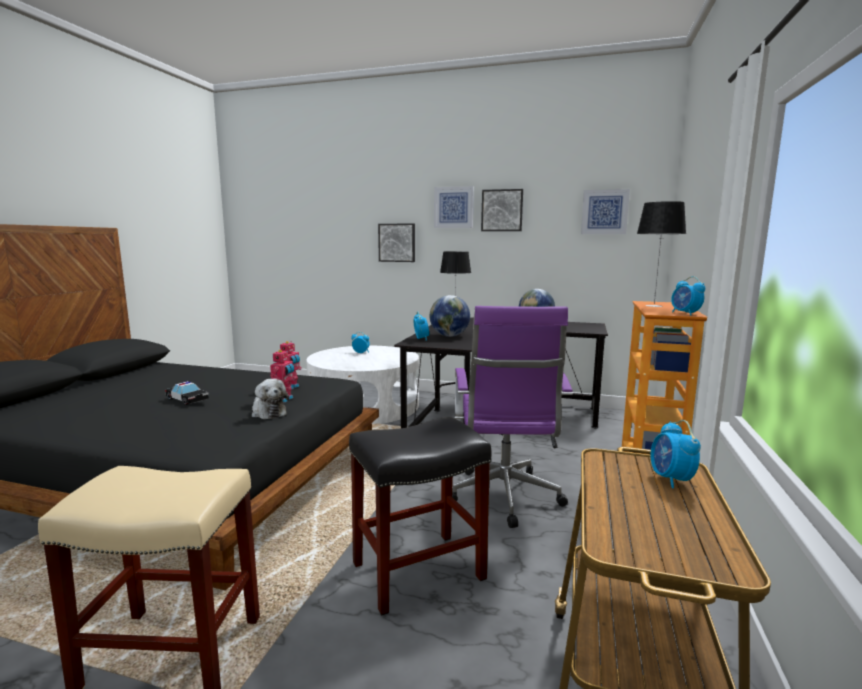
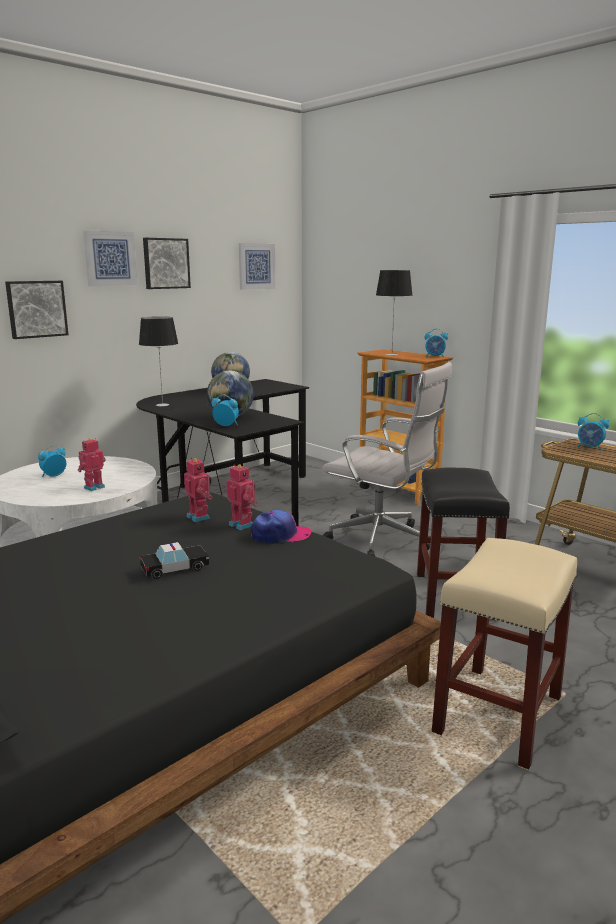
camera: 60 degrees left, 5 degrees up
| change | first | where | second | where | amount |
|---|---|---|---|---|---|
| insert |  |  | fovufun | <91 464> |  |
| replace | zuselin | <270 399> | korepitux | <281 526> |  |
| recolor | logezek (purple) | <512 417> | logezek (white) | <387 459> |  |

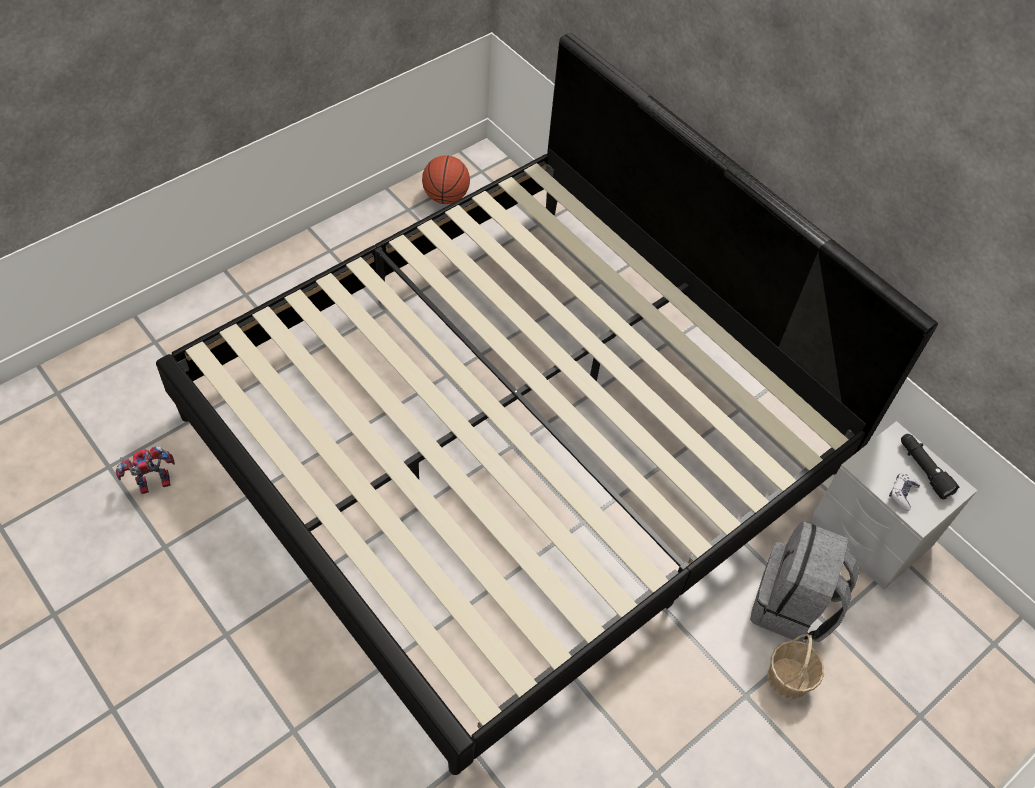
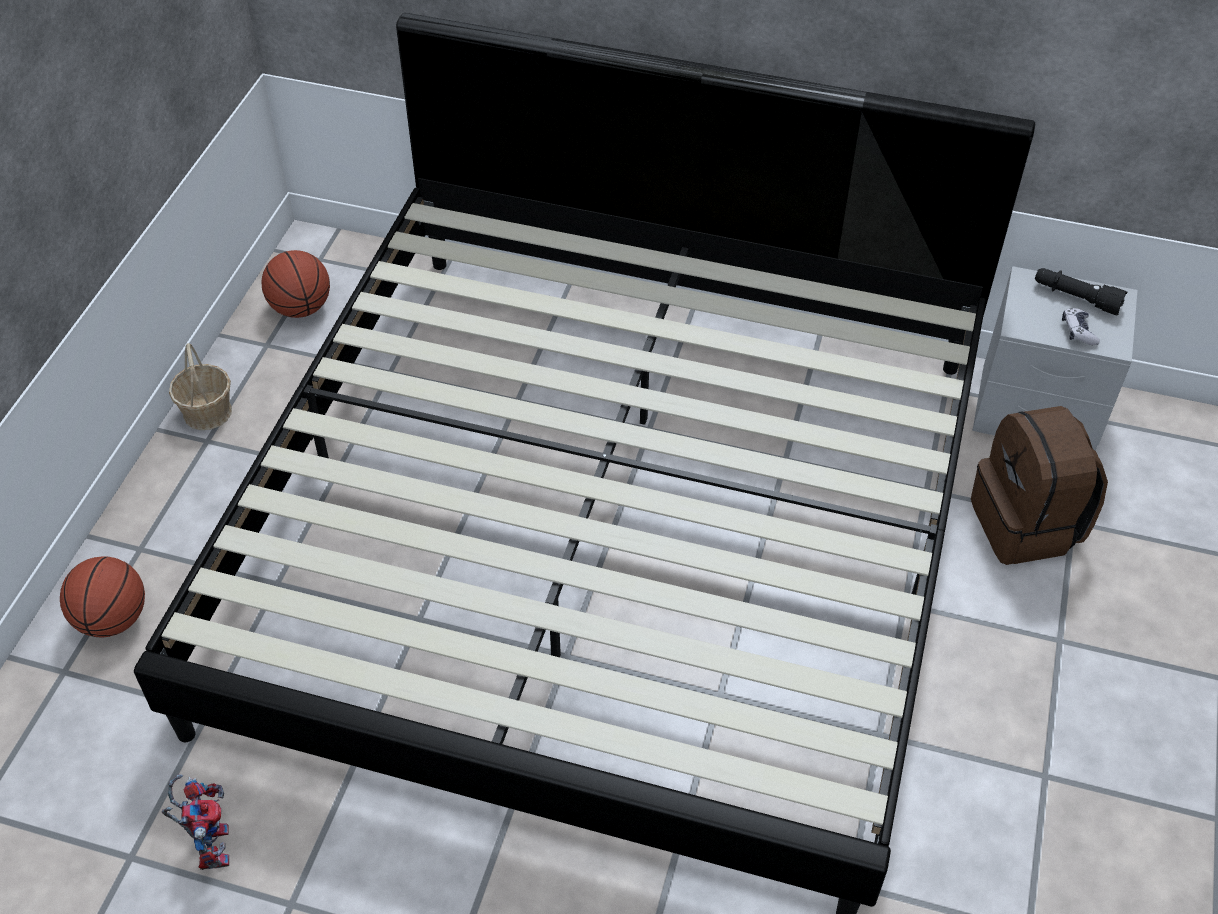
camera: 30 degrees left, 5 degrees down
| change | first | where | second | where | amount |
|---|---|---|---|---|---|
| insert |  |  | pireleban | <102 596> |  |
| rotate | fovufun | <145 470> |  | <195 822> | 135 degrees clockwise |
| move | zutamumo | <795 666> |  | <200 386> |  |
| recolor | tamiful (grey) | <805 581> | tamiful (brown) | <1039 485> |  |

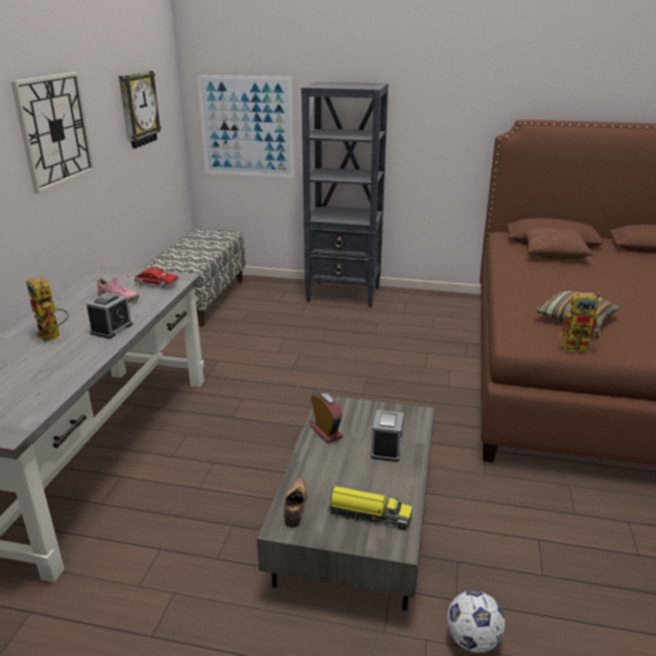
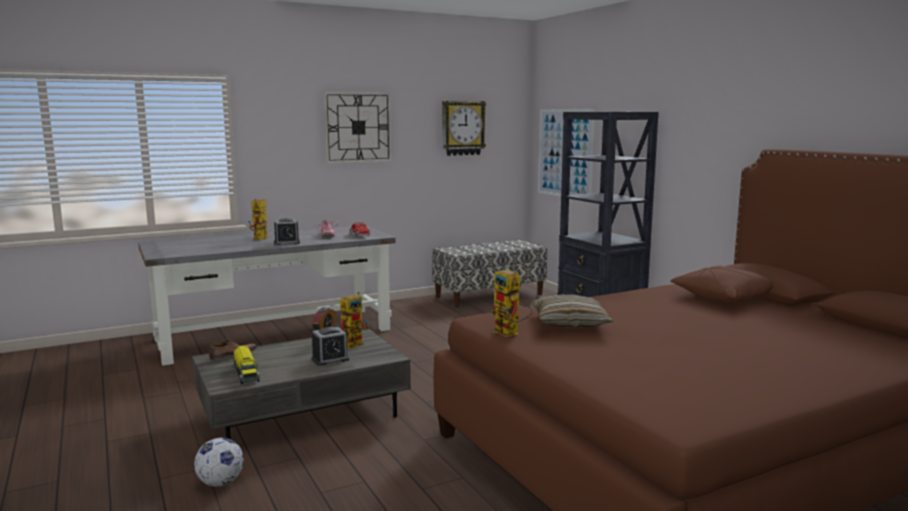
camera: 50 degrees right, 15 degrees down
| change | first | where | second | where | amount |
|---|---|---|---|---|---|
| insert |  |  | fovufun | <354 320> |  |

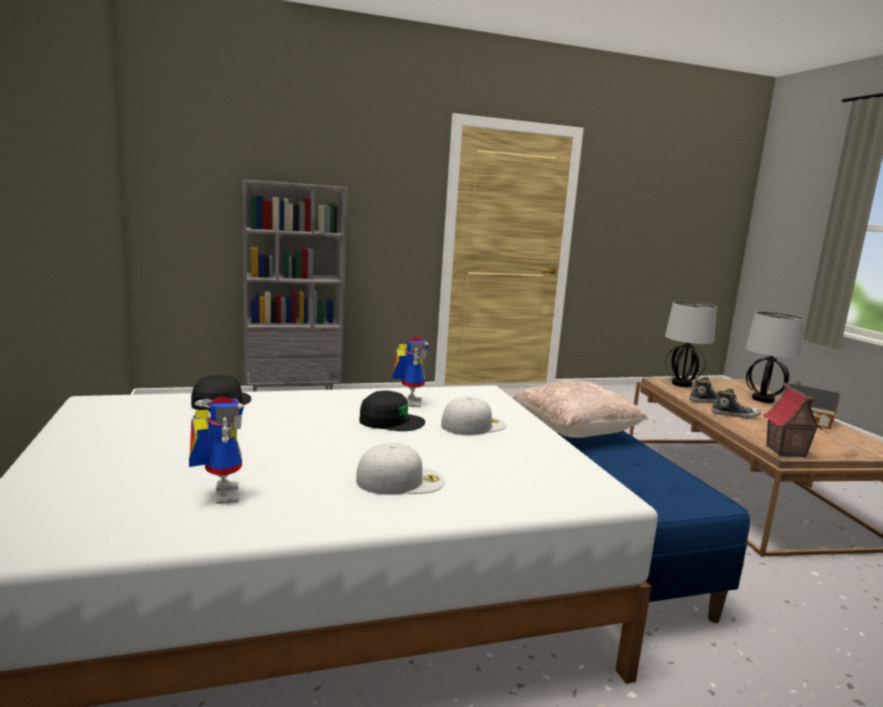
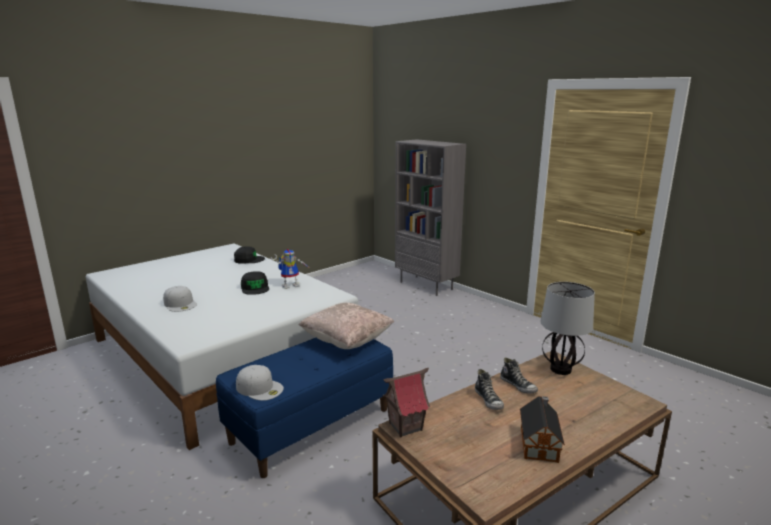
camera: 65 degrees right, 5 degrees up
| change | first | where | second | where | amount |
|---|---|---|---|---|---|
| move | korepitux (white) | <473 415> |  | <260 383> |  |
| delete | fovufun | <216 450> |  |  |  |
| delete | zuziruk | <774 357> |  |  |  |

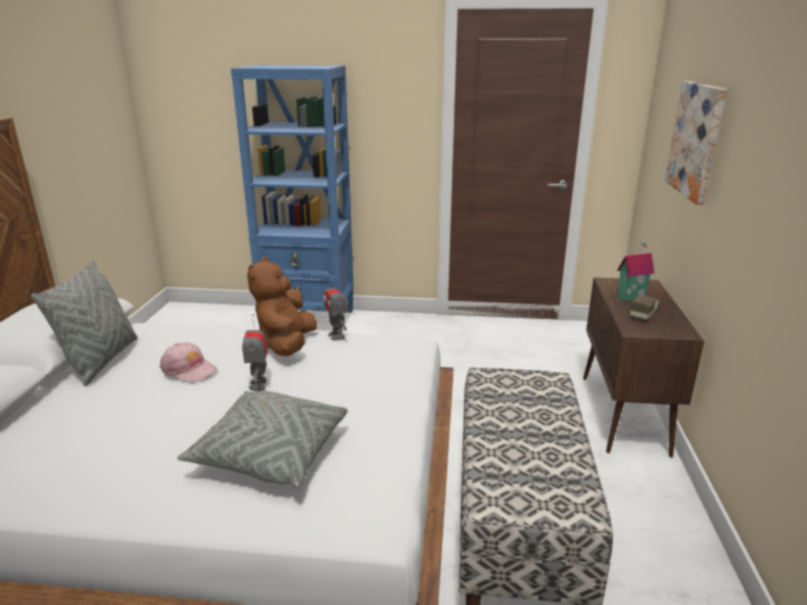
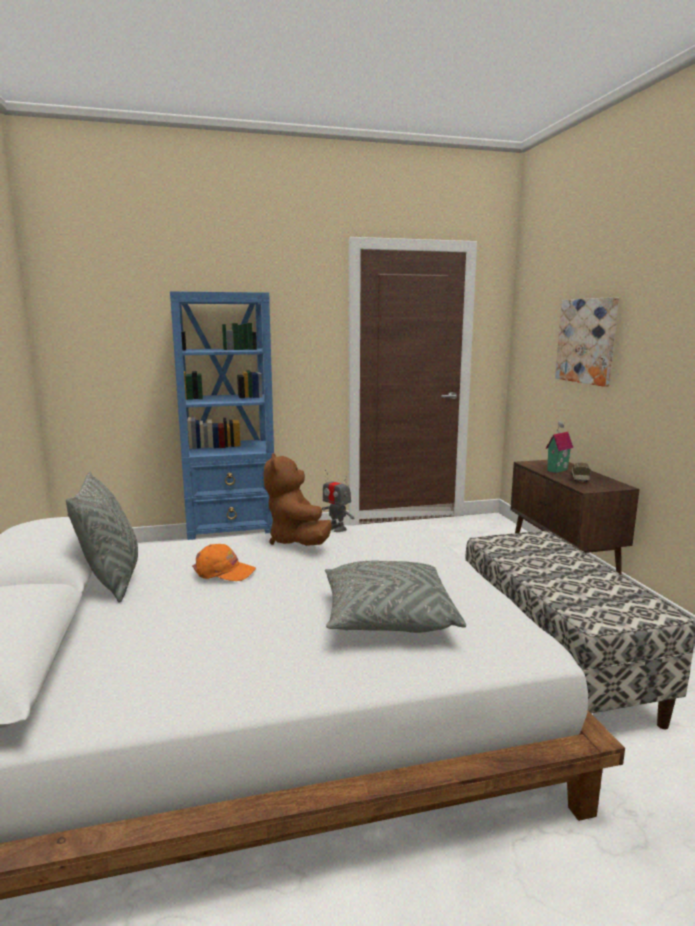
camera: 20 degrees left, 10 degrees down
| change | first | where | second | where | amount |
|---|---|---|---|---|---|
| recolor | korepitux (pink) | <189 362> | korepitux (orange) | <224 562> |  |
| delete | fovufun | <255 353> |  |  |  |

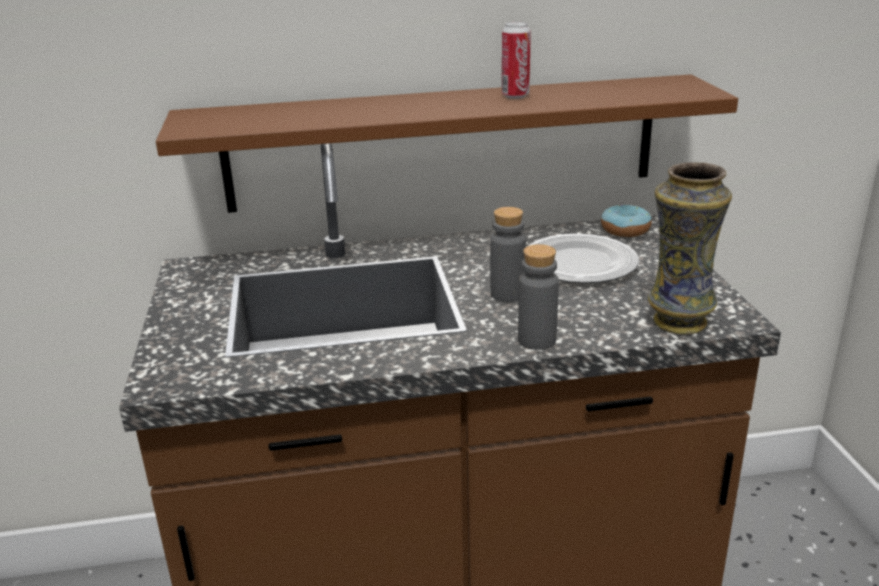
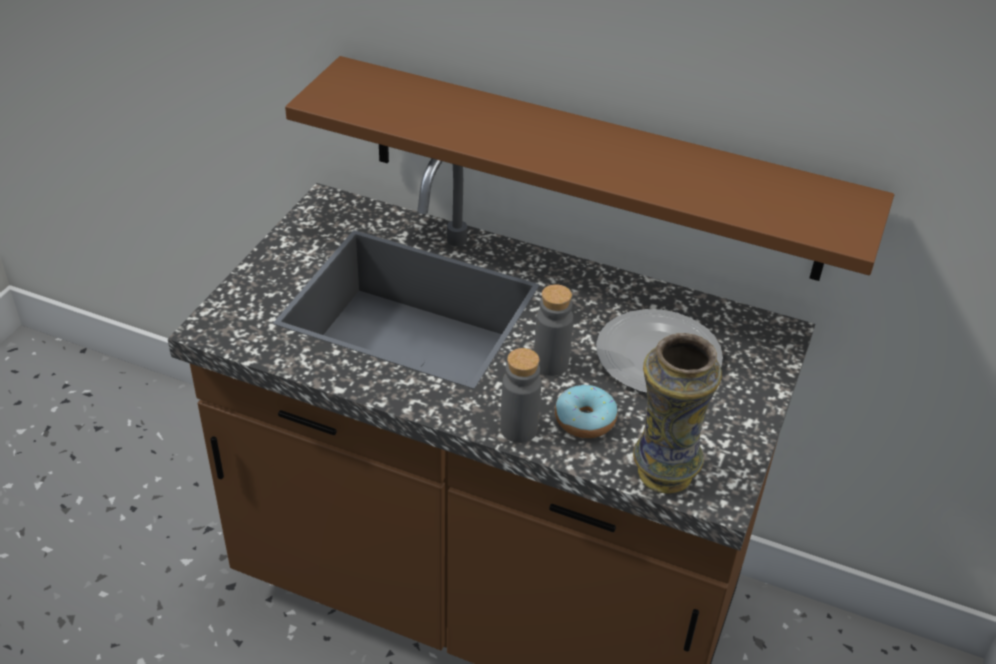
camera: 30 degrees right, 15 degrees up
| change | first | where | second | where | amount |
|---|---|---|---|---|---|
| move | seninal | <626 221> |  | <586 411> |  |
| delete | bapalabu | <516 60> |  |  |  |

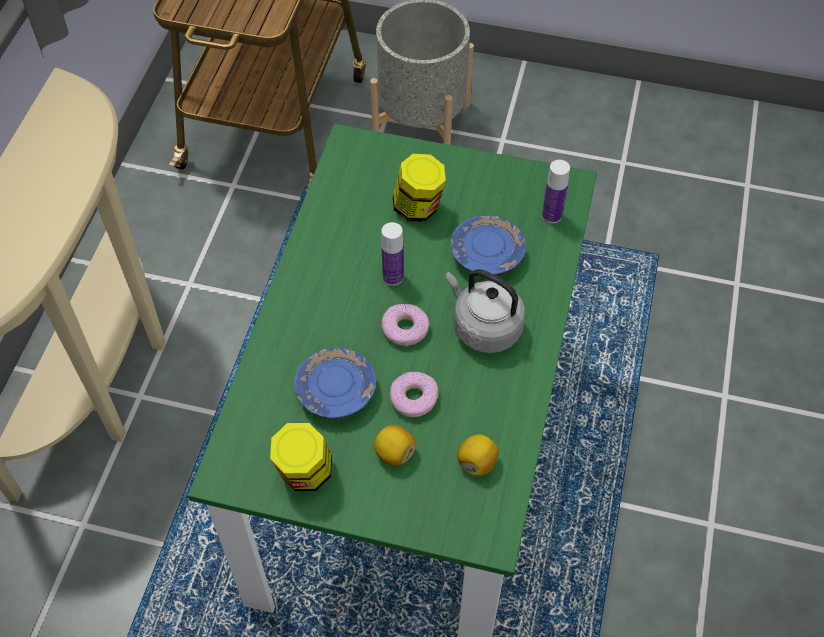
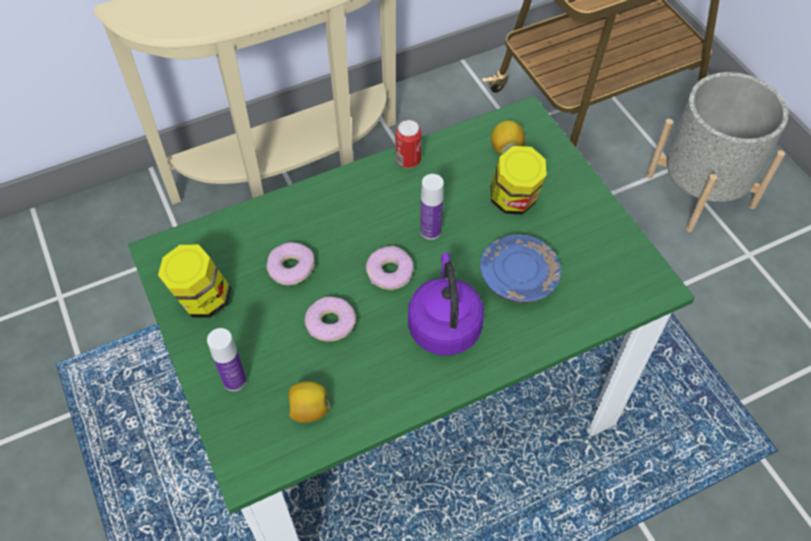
camera: 50 degrees right, 0 degrees up
| change | first | where | second | where | amount |
|---|---|---|---|---|---|
| move | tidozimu | <556 191> |  | <227 359> |  |
| replace | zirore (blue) | <335 383> | seninal | <290 264> |  |
| insert |  |  | bapalabu | <408 144> |  |
| recolor | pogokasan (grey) | <485 311> | pogokasan (purple) | <446 304> |  |
| move | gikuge | <394 445> |  | <508 137> |  |

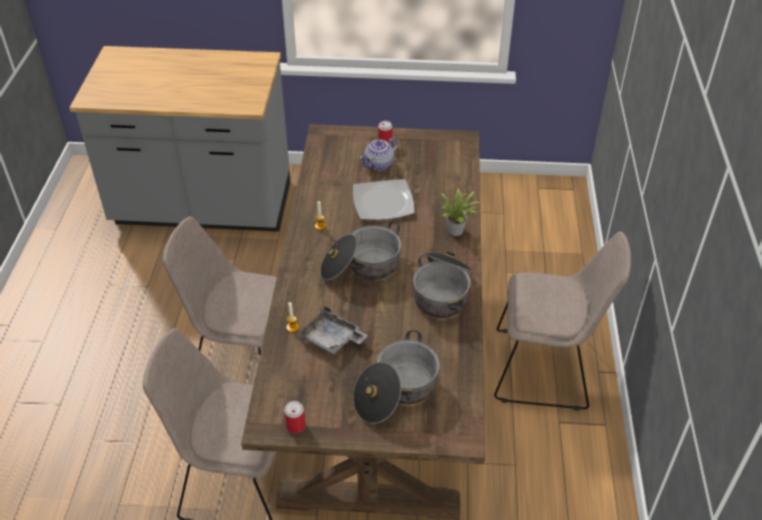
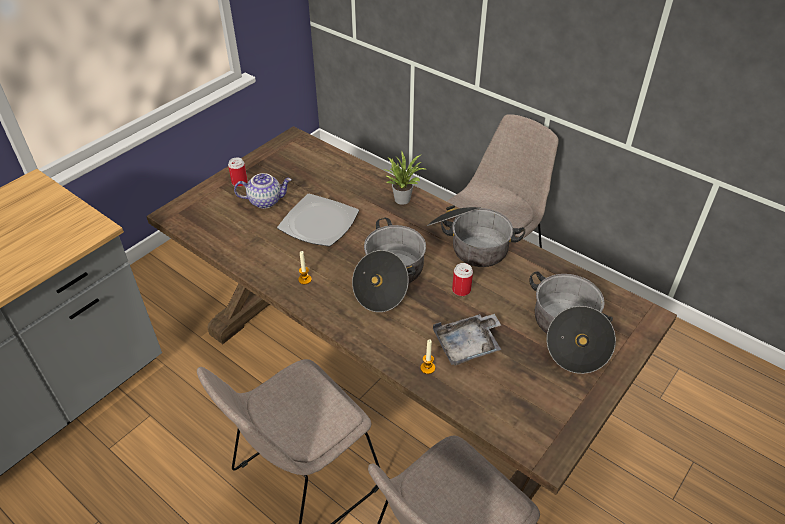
camera: 55 degrees left, 0 degrees up
| change | first | where | second | where | amount |
|---|---|---|---|---|---|
| rotate | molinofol | <379 154> |  | <263 191> | 90 degrees counterclockwise |
| move | bapalabu | <295 417> |  | <462 279> |  |

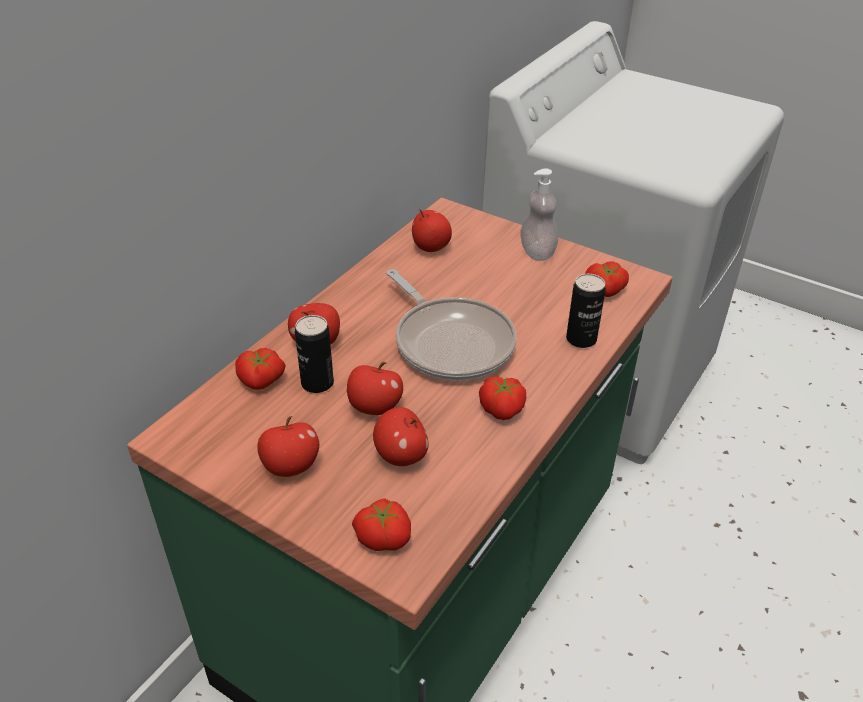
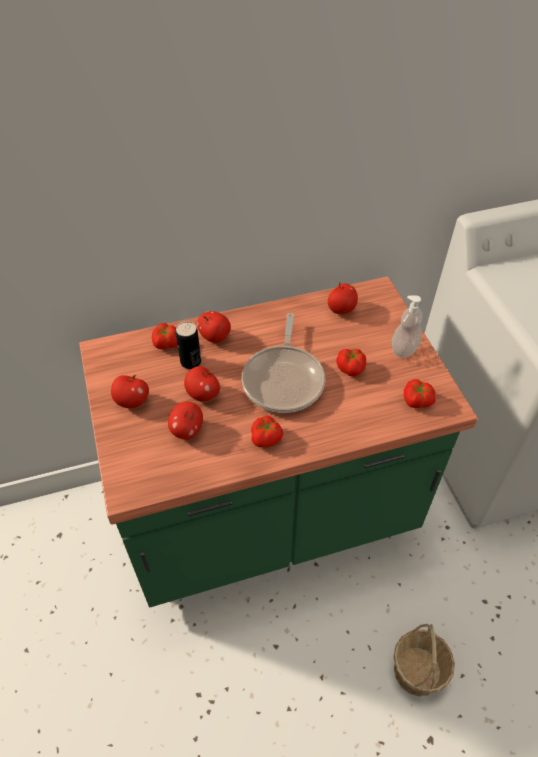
camera: 40 degrees right, 10 degrees up
| change | first | where | second | where | amount |
|---|---|---|---|---|---|
| move | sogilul | <381 524> |  | <351 362> |  |
| insert |  |  | zutamumo | <424 660> |  |
| delete | bapalabu | <586 311> |  |  |  |

